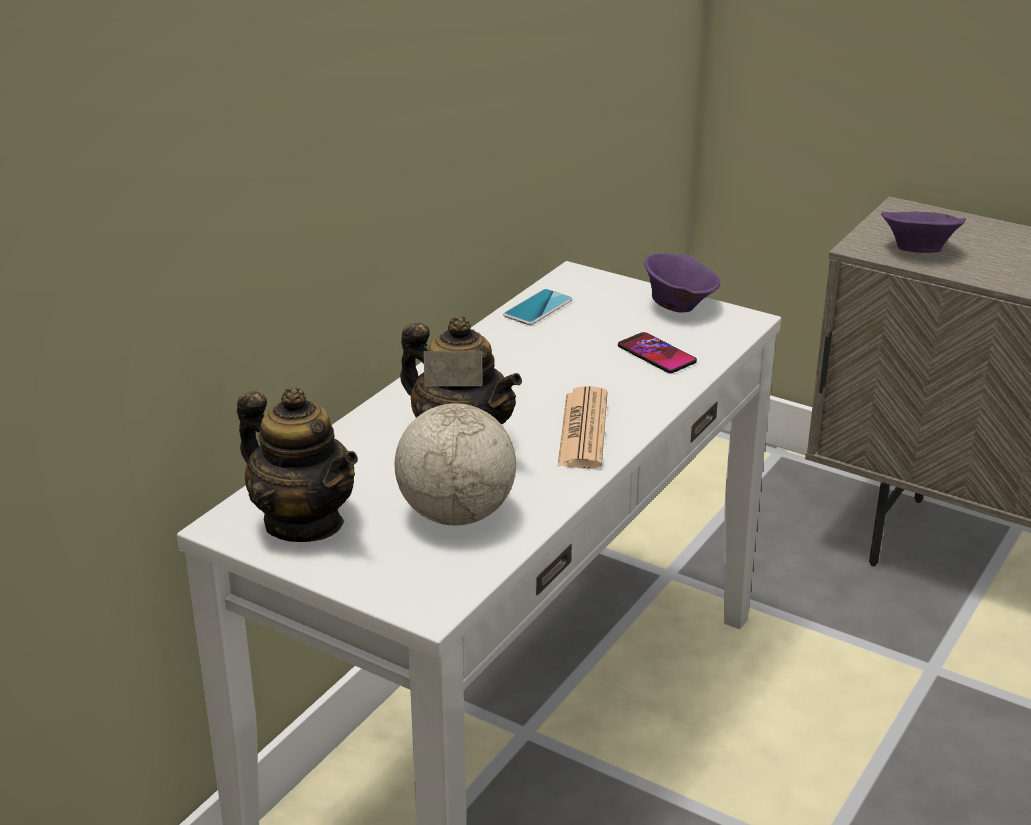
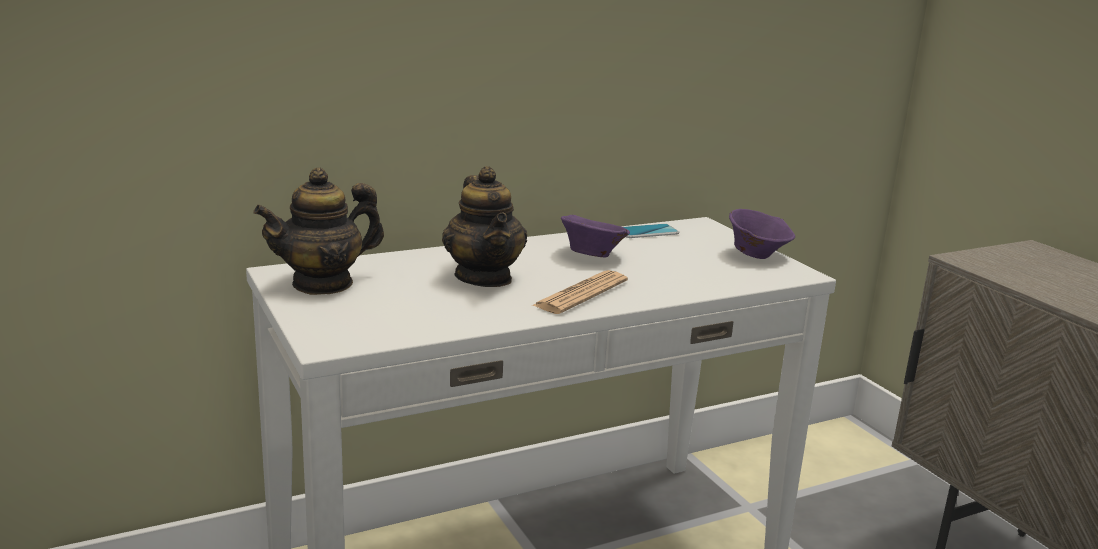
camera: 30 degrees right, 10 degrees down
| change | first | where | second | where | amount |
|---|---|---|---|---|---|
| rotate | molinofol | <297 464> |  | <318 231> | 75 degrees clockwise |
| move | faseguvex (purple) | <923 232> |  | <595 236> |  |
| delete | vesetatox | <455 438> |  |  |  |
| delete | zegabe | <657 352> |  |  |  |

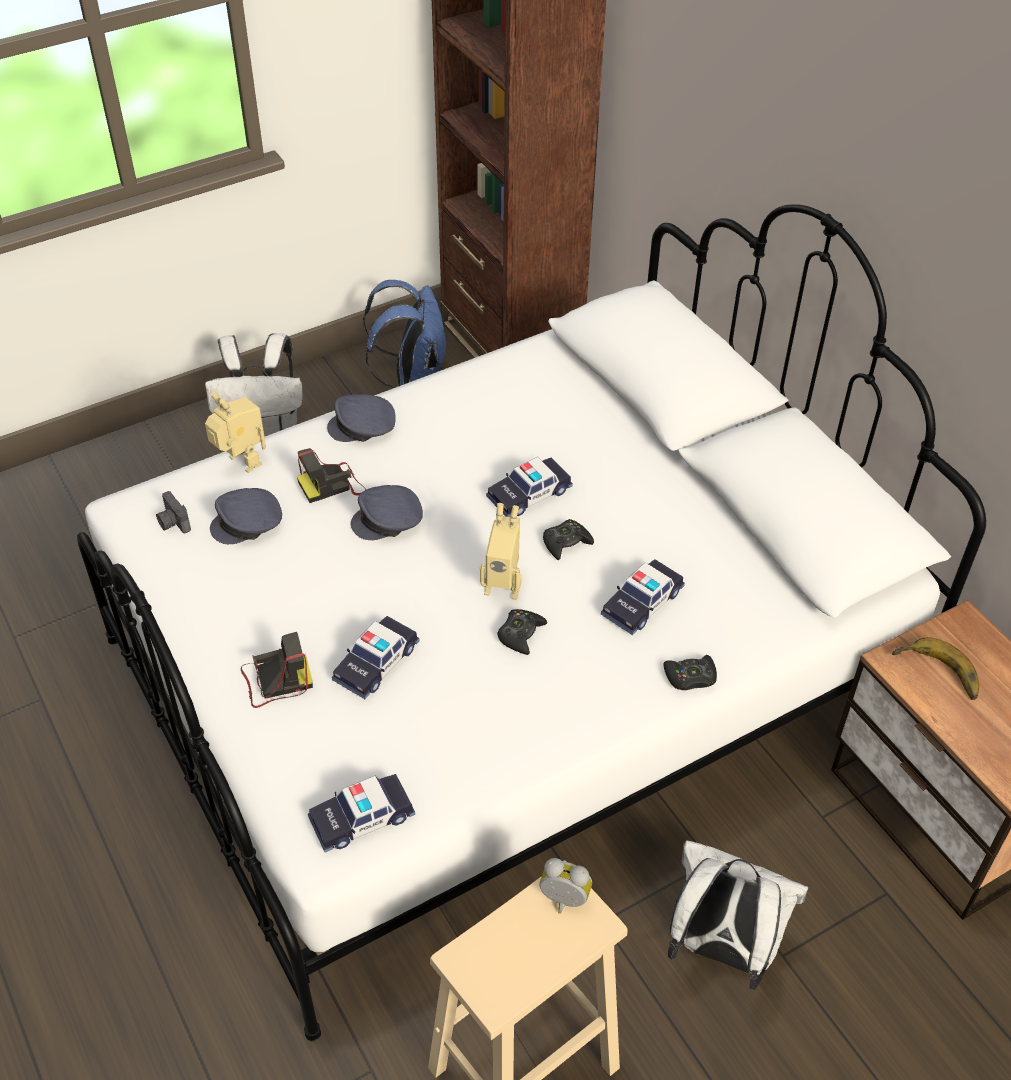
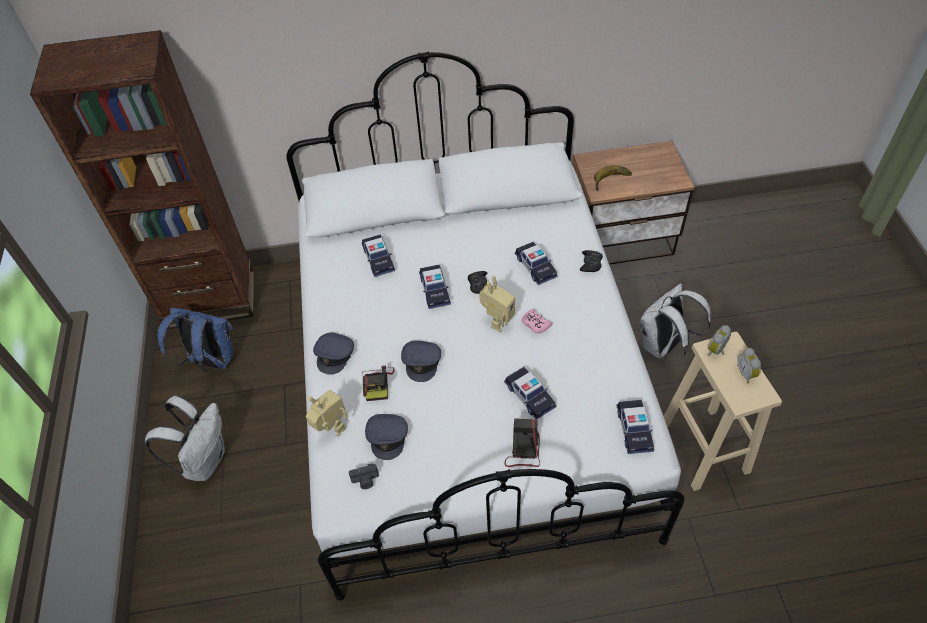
camera: 65 degrees left, 5 degrees up
| change | first | where | second | where | amount |
|---|---|---|---|---|---|
| rotate | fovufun | <235 432> |  | <327 413> | 60 degrees clockwise |
| insert |  |  | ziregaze | <378 256> |  |
| recolor | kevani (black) | <522 632> | kevani (pink) | <537 321> |  |
| insert |  |  | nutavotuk | <749 365> |  |

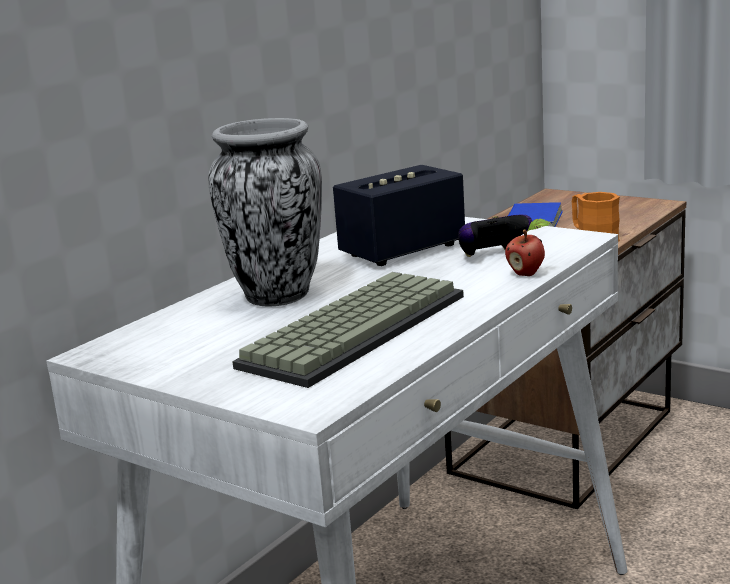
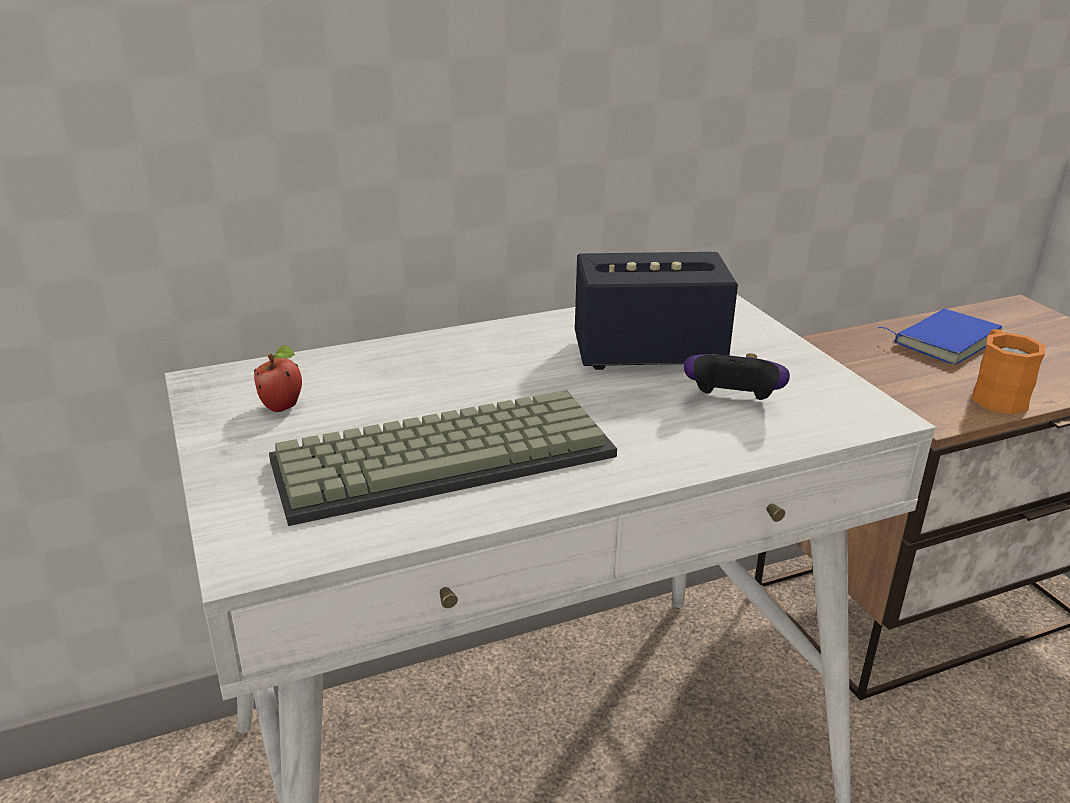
camera: 30 degrees right, 10 degrees up
| change | first | where | second | where | amount |
|---|---|---|---|---|---|
| move | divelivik | <528 247> |  | <278 378> |  |
| delete | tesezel | <265 212> |  |  |  |

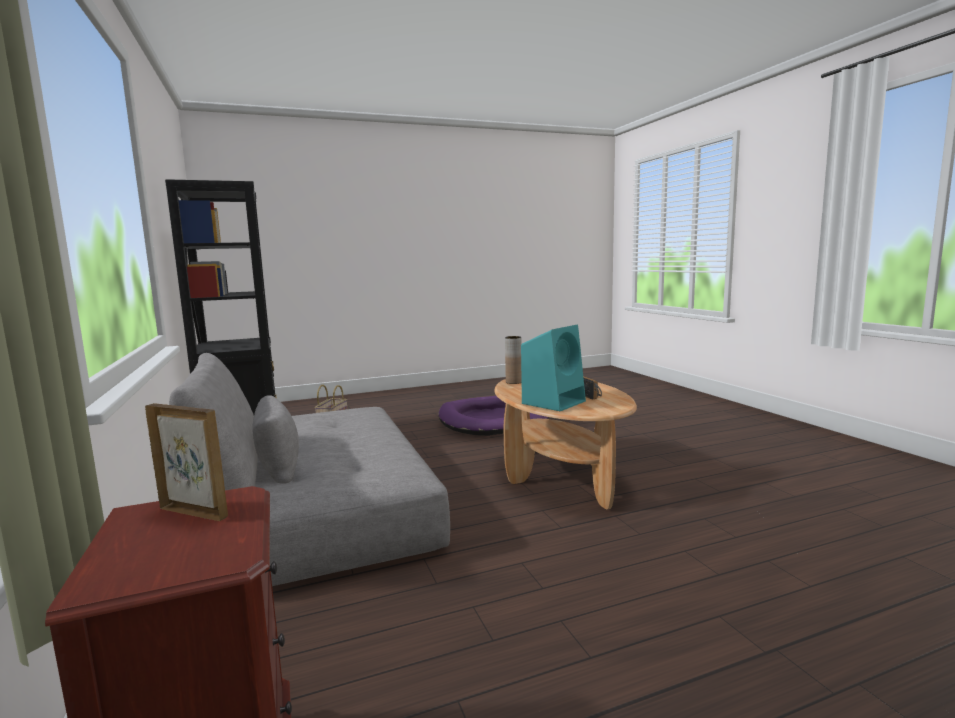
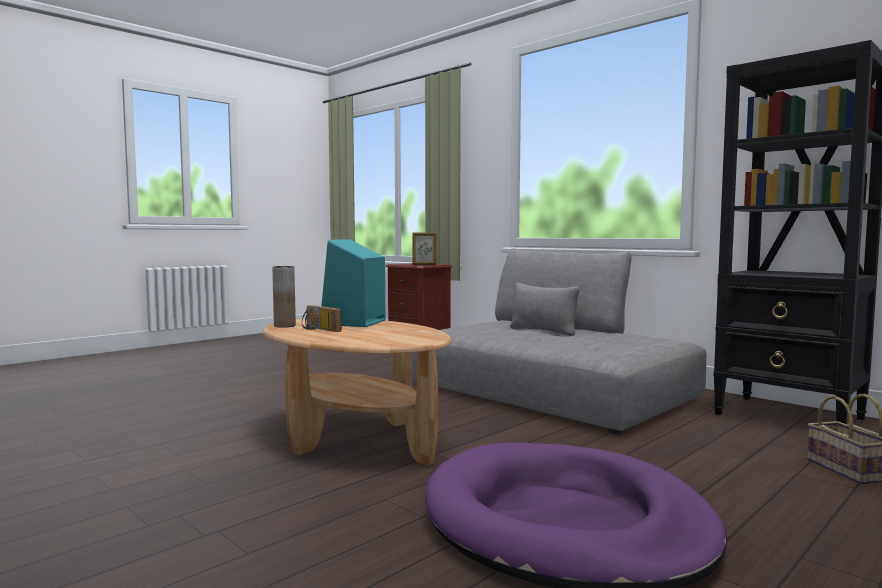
camera: 155 degrees right, 5 degrees down
| change | first | where | second | where | amount |
|---|---|---|---|---|---|
| move | tesezel (brown) | <513 360> |  | <284 297> |  |

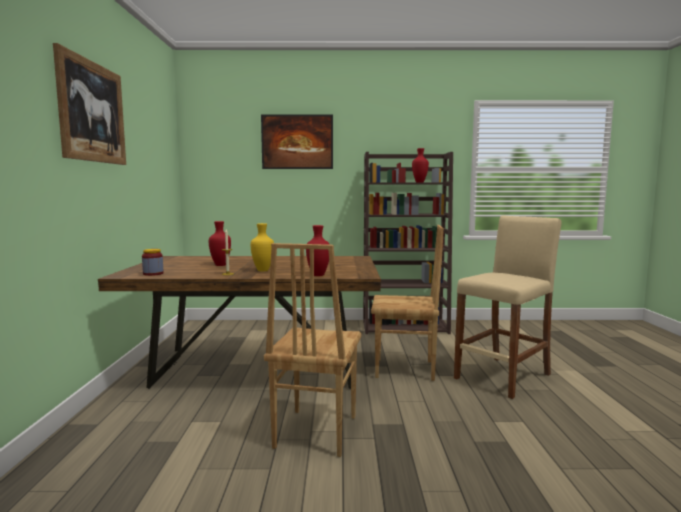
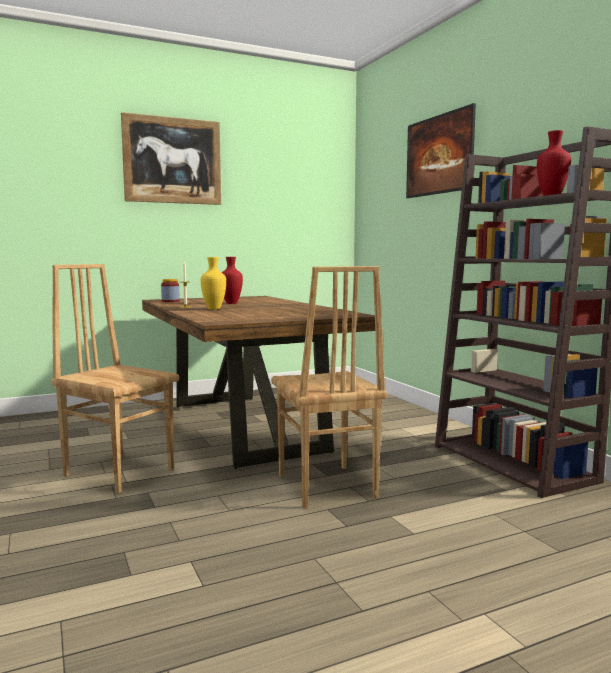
camera: 65 degrees right, 0 degrees up
| change | first | where | second | where | amount |
|---|---|---|---|---|---|
| rotate | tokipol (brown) | <312 350> |  | <115 378> | 45 degrees clockwise |
| delete | tesezel (red) | <318 250> |  |  |  |
| delete | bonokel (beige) | <508 307> |  |  |  |

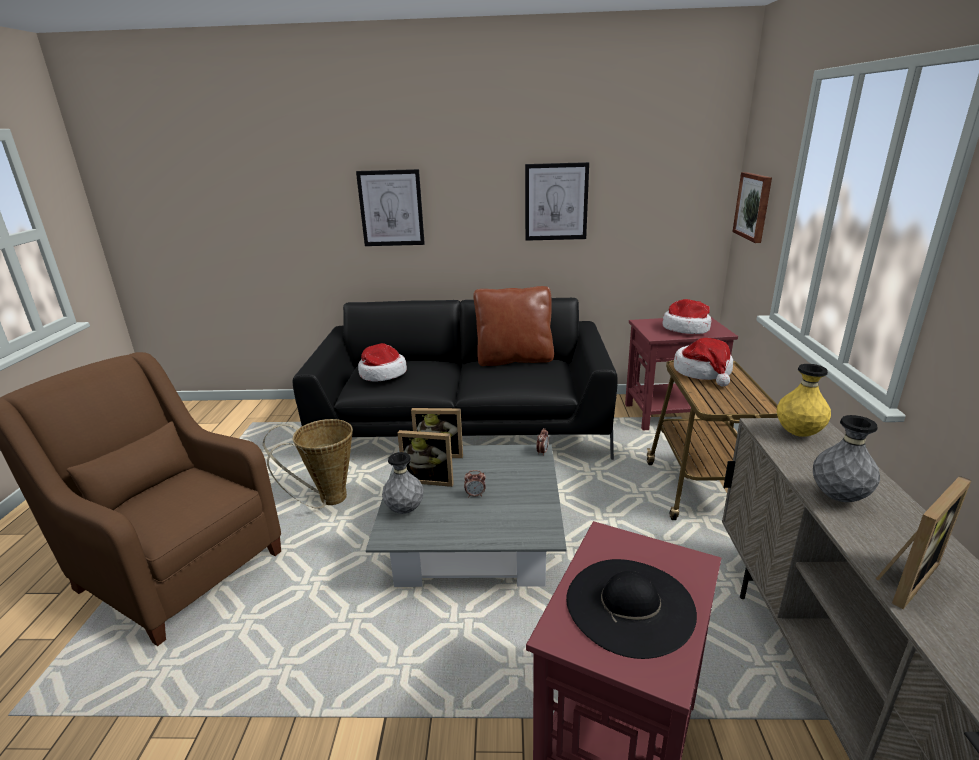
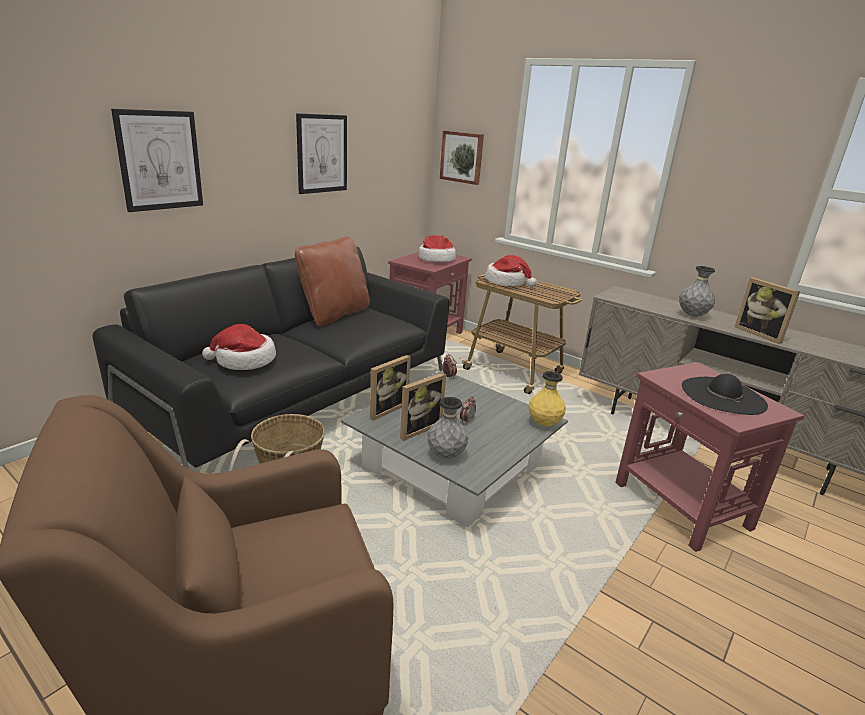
camera: 55 degrees left, 0 degrees up
| change | first | where | second | where | amount |
|---|---|---|---|---|---|
| move | tesezel (yellow) | <804 400> |  | <547 398> |  |
| rotate | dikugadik | <924 542> |  | <767 310> | 150 degrees clockwise |

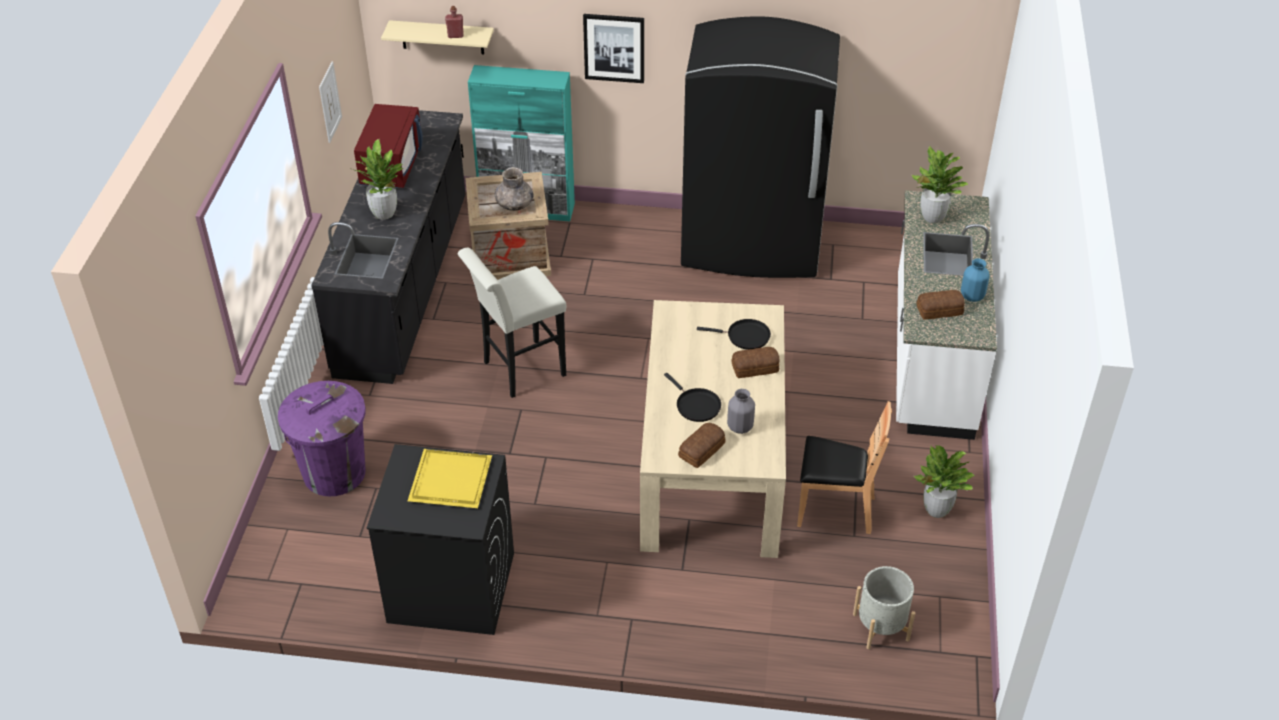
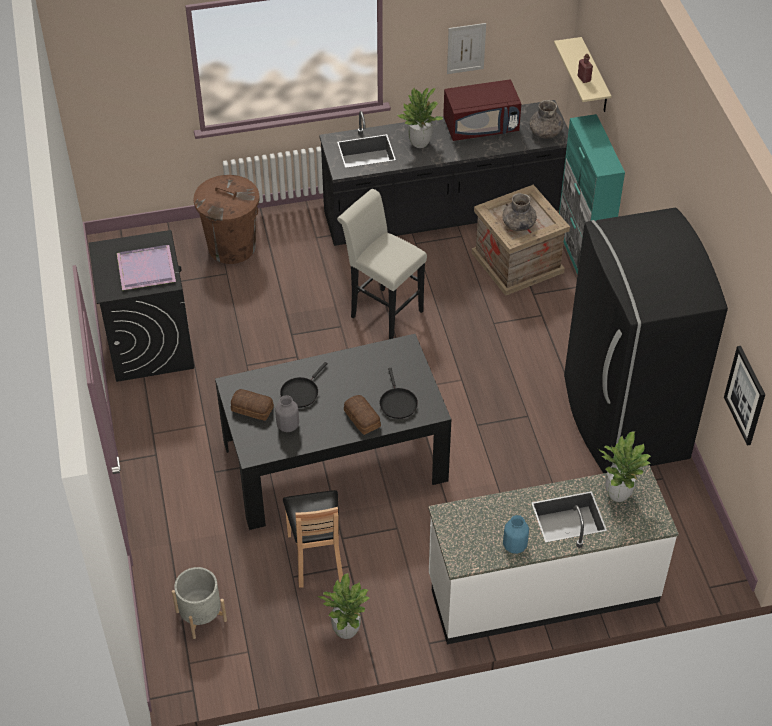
camera: 70 degrees right, 5 degrees up
| change | first | where | second | where | amount |
|---|---|---|---|---|---|
| recolor | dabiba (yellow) | <450 478> | dabiba (purple) | <146 267> |  |
| recolor | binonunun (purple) | <322 438> | binonunun (brown) | <226 219> |  |
| recolor | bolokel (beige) | <713 429> | bolokel (black) | <333 432> |  |
| insert |  |  | tesezel (grey) | <546 119> |  |
| move | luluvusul | <613 48> |  | <744 396> |  |
| delete | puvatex | <940 305> |  |  |  |

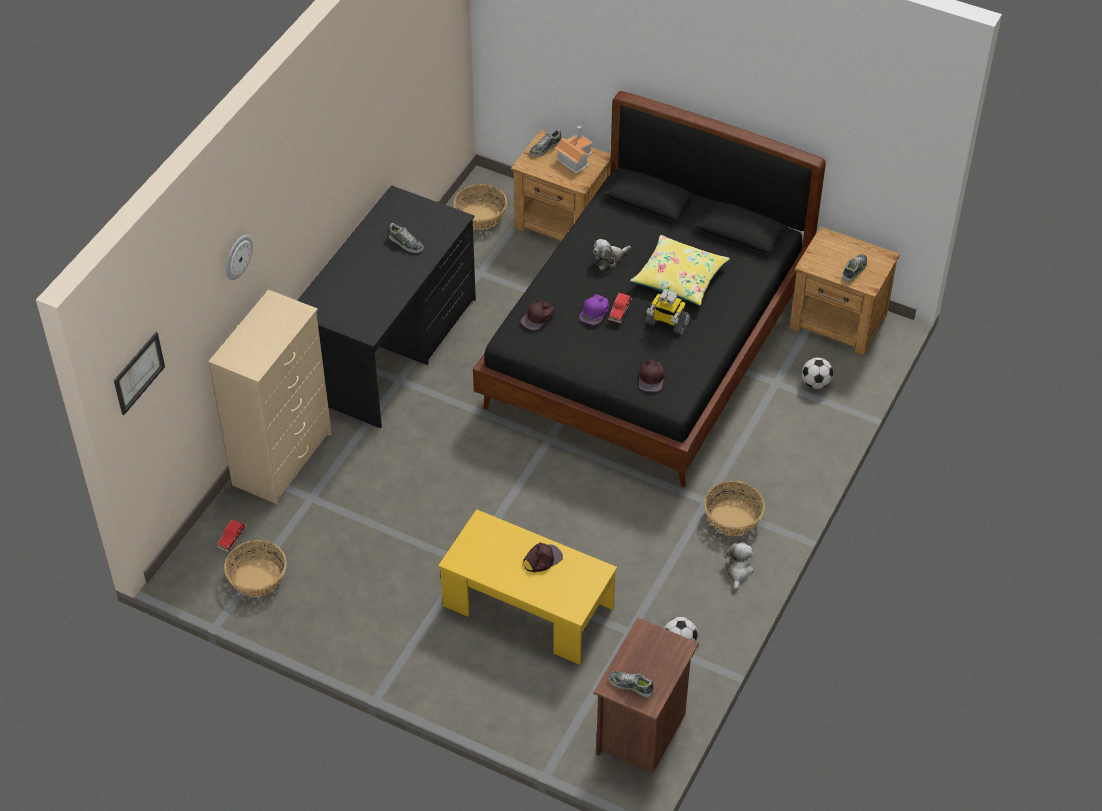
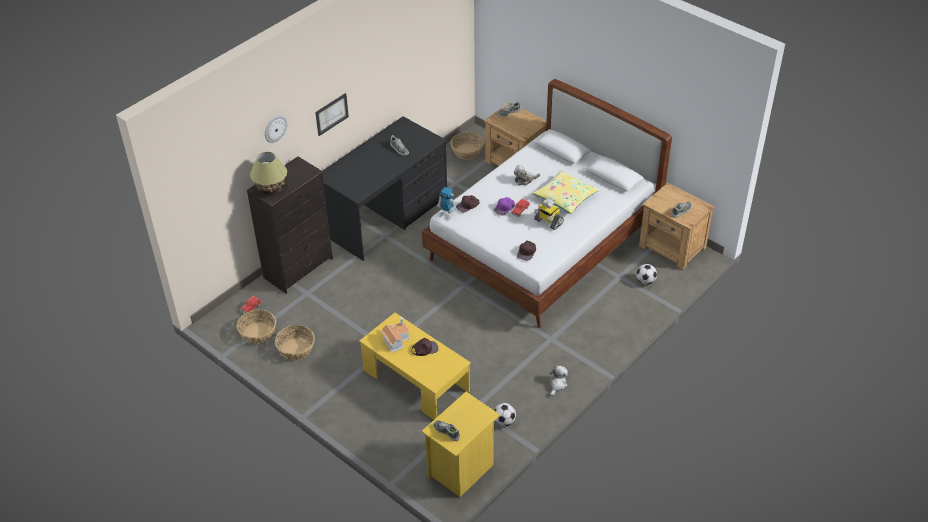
camera: 15 degrees right, 5 degrees down
| change | first | where | second | where | amount |
|---|---|---|---|---|---|
| recolor | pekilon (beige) | <270 397> | pekilon (black) | <289 225> |  |
| insert |  |  | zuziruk | <268 173> |  |
| move | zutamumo | <734 508> |  | <295 342> |  |
| move | luluvusul | <139 373> |  | <332 114> |  |
| move | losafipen | <574 150> |  | <395 334> |  |
| recolor | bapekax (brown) | <646 695> | bapekax (yellow) | <460 444> |  |
| recolor | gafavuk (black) | <649 289> | gafavuk (white) | <547 203> |  |
| insert |  |  | fovufun | <446 203> |  |

